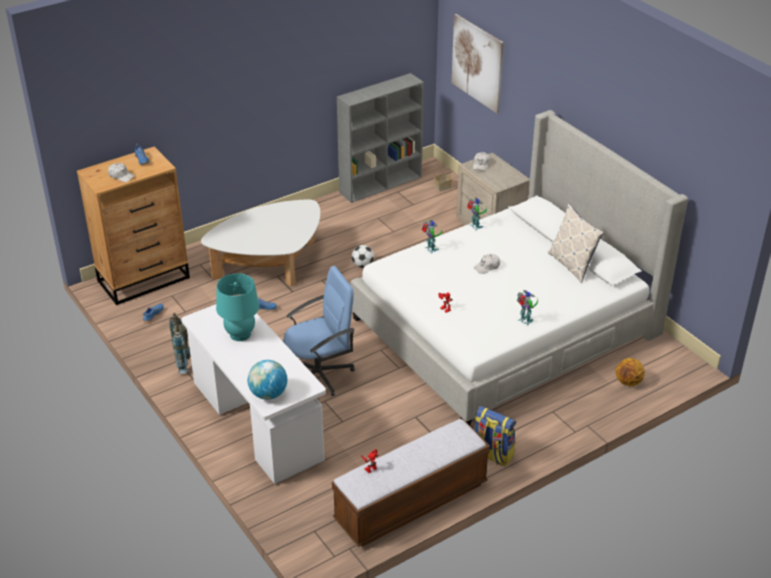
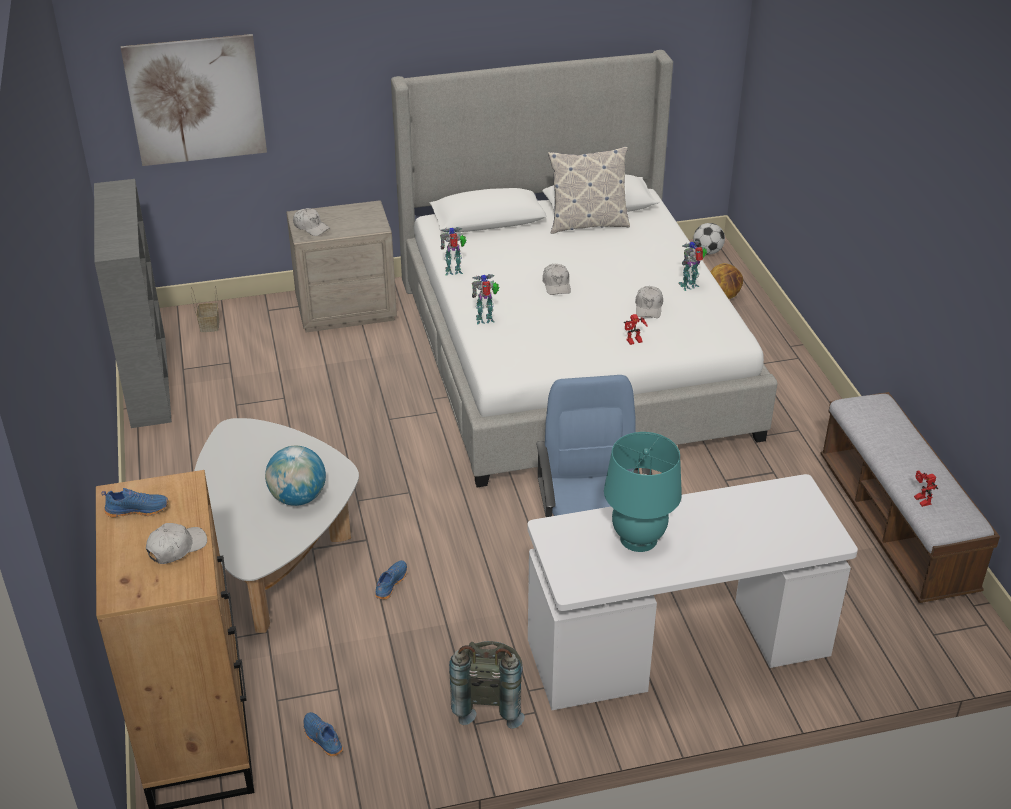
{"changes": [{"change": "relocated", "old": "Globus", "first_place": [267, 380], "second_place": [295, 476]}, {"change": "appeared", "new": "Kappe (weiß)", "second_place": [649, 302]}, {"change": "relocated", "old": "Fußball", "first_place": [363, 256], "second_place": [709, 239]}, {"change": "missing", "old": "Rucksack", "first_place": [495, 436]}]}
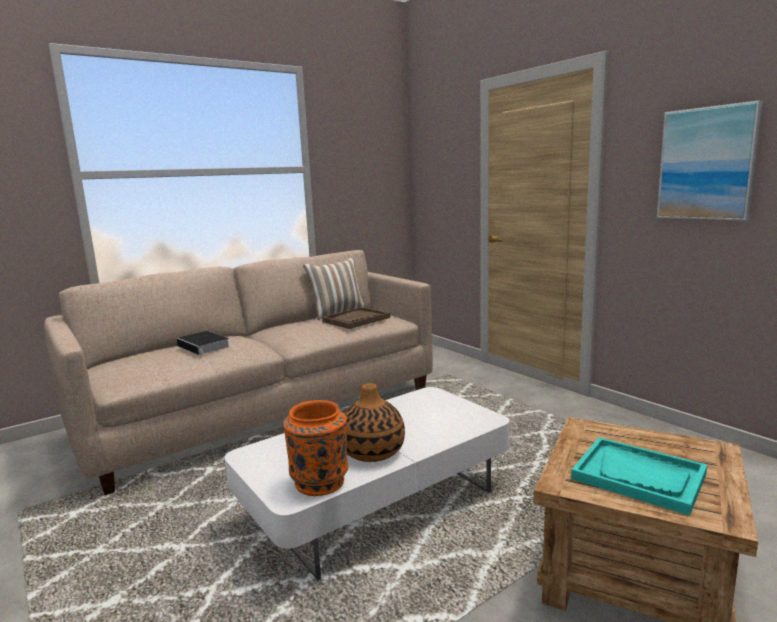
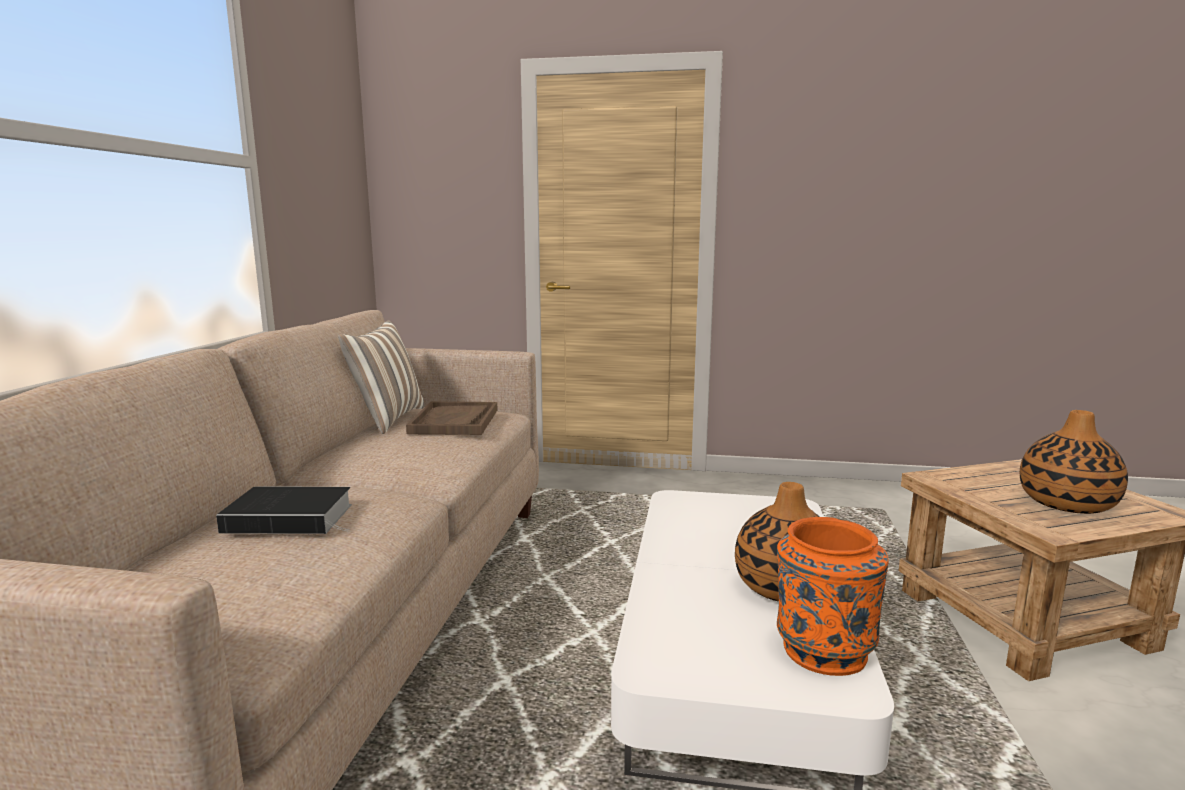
{"changes": [{"change": "exchanged", "old": "Tablett (türkis)", "new": "Vase", "first_place": [639, 476], "second_place": [1074, 462]}, {"change": "missing", "old": "Bild", "first_place": [710, 160]}]}
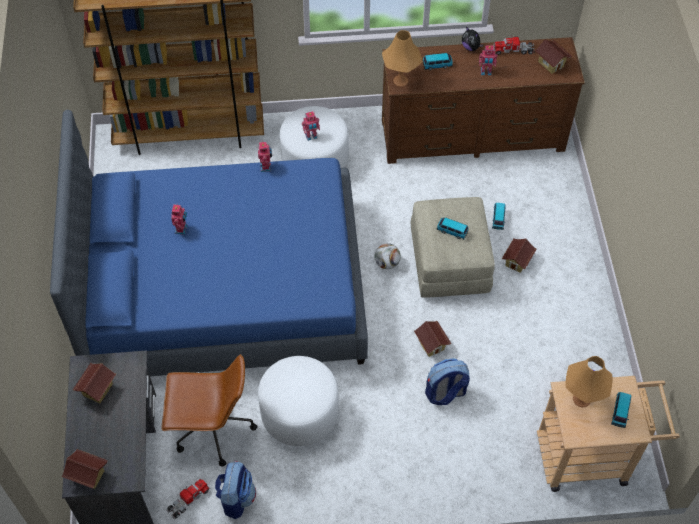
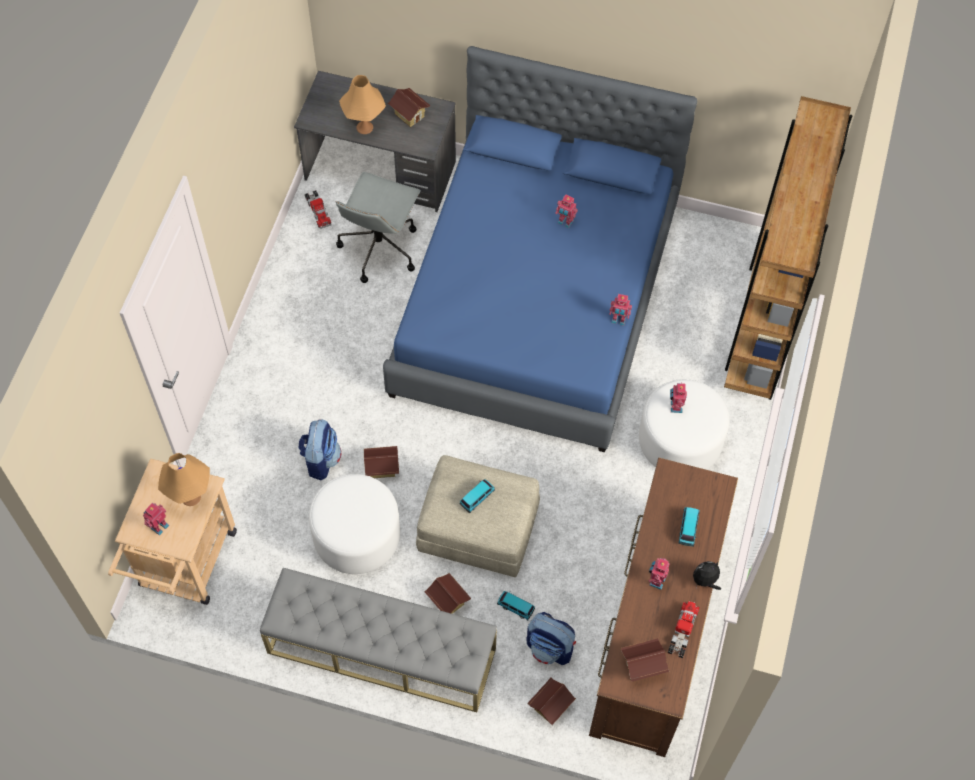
{"changes": [{"change": "exchanged", "old": "Spielzeugauto", "new": "Spielzeugroboter", "first_place": [621, 410], "second_place": [156, 519]}, {"change": "appeared", "new": "Bank (grau)", "second_place": [378, 640]}, {"change": "relocated", "old": "Polsterhocker (weiß)", "first_place": [298, 401], "second_place": [354, 524]}, {"change": "colour", "old": "Bürostuhl (braun)", "new": "Bürostuhl (grau)", "first_place": [209, 410], "second_place": [378, 227]}, {"change": "relocated", "old": "Tischlampe (orange)", "first_place": [402, 58], "second_place": [362, 104]}, {"change": "relocated", "old": "Rucksack", "first_place": [235, 490], "second_place": [551, 638]}, {"change": "relocated", "old": "Spielzeughaus", "first_place": [84, 469], "second_place": [551, 701]}, {"change": "missing", "old": "Fußball", "first_place": [388, 256]}]}
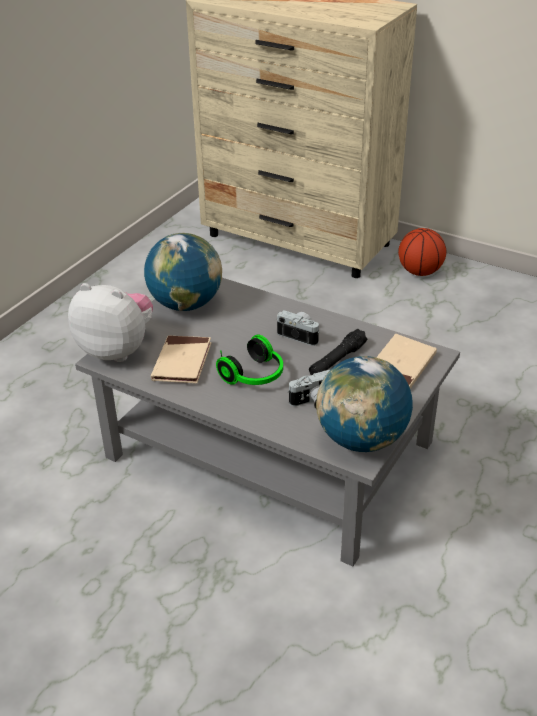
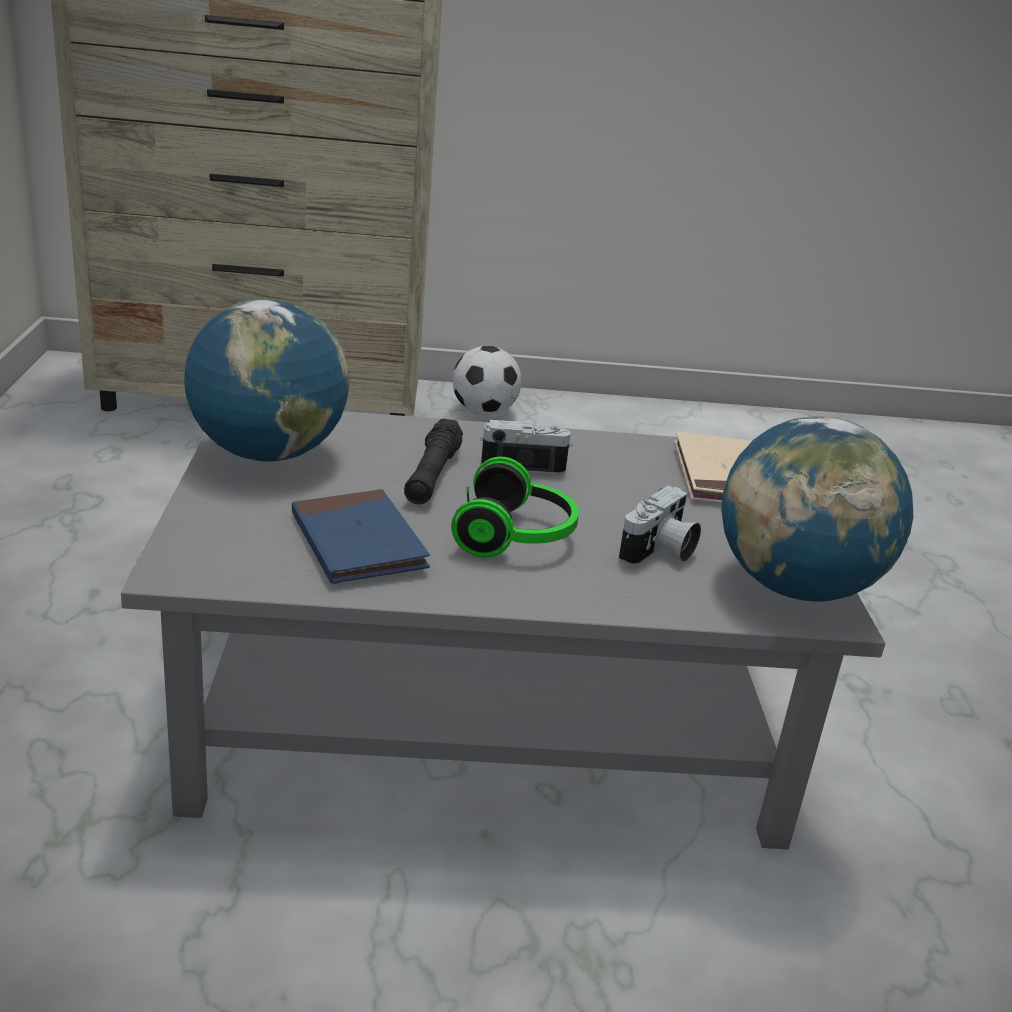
{"changes": [{"change": "colour", "old": "Buch (beige)", "new": "Buch (blau)", "first_place": [181, 359], "second_place": [361, 536]}, {"change": "relocated", "old": "Taschenlampe (schwarz)", "first_place": [338, 352], "second_place": [433, 461]}, {"change": "exchanged", "old": "Basketball", "new": "Fußball", "first_place": [422, 252], "second_place": [487, 380]}, {"change": "missing", "old": "Plüschtier", "first_place": [110, 322]}]}
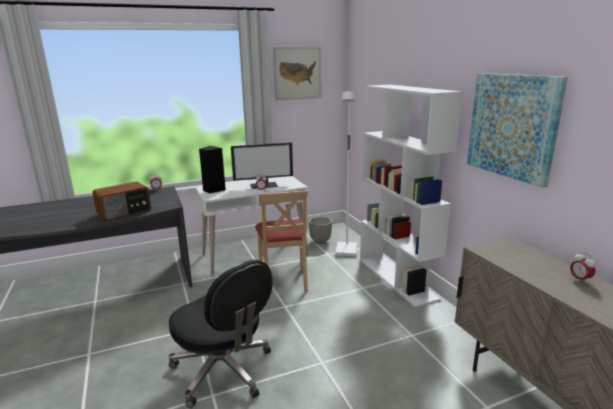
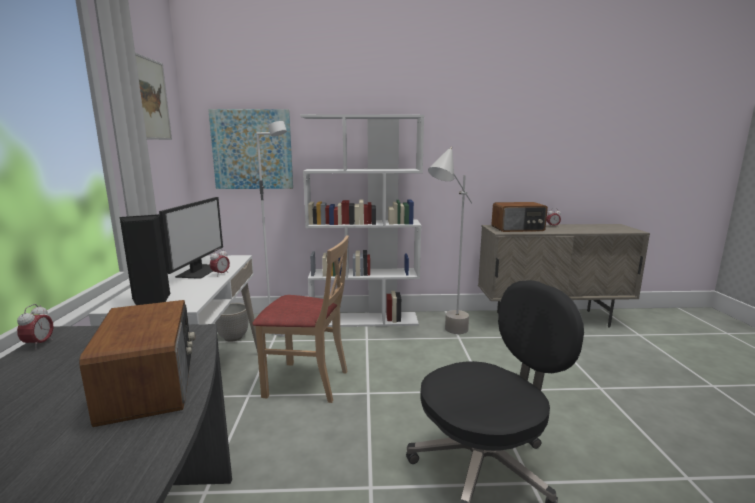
{"changes": [{"change": "relocated", "old": "Bild", "first_place": [517, 130], "second_place": [250, 149]}, {"change": "appeared", "new": "Stehlampe (grau)", "second_place": [450, 240]}, {"change": "appeared", "new": "Radio", "second_place": [519, 217]}]}
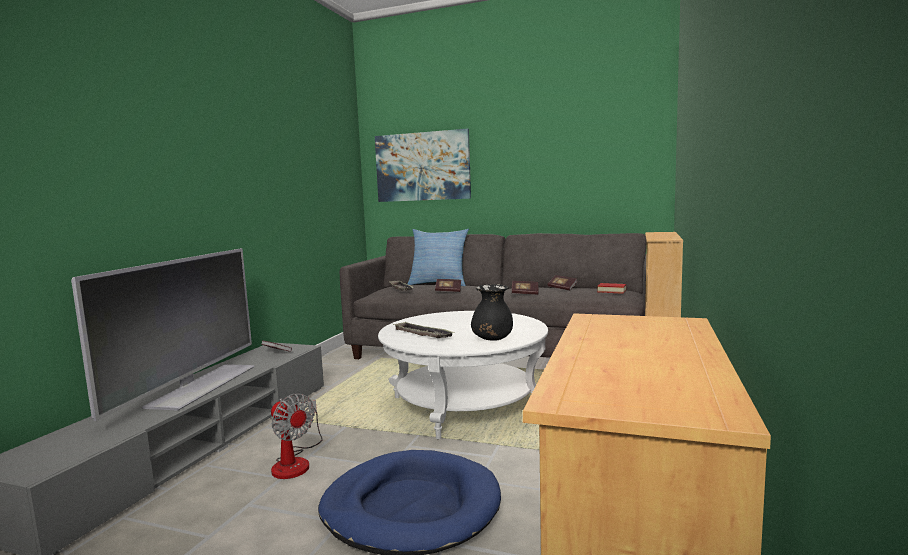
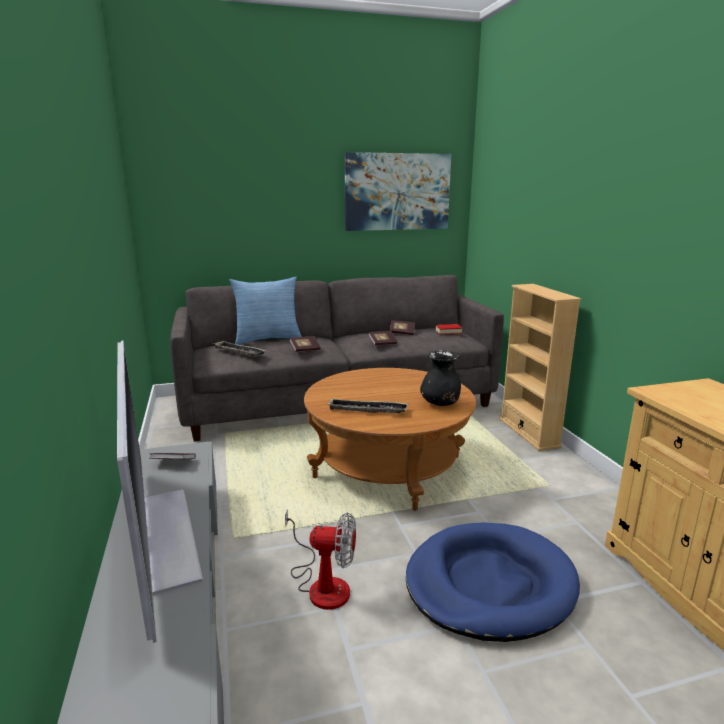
{"changes": [{"change": "colour", "old": "Couchtisch (weiß)", "new": "Couchtisch (braun)", "first_place": [463, 375], "second_place": [390, 439]}, {"change": "relocated", "old": "Bild", "first_place": [423, 165], "second_place": [398, 191]}]}
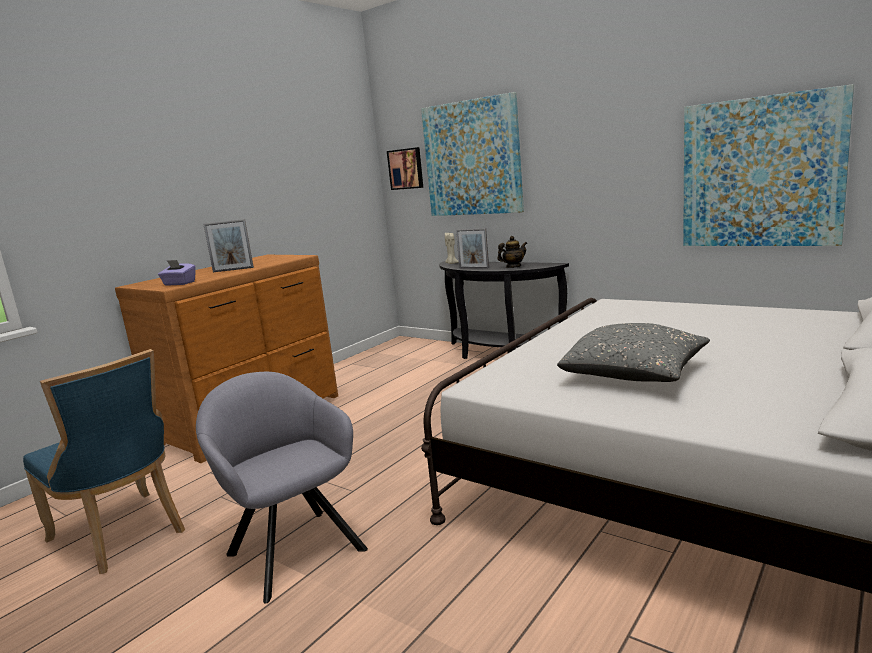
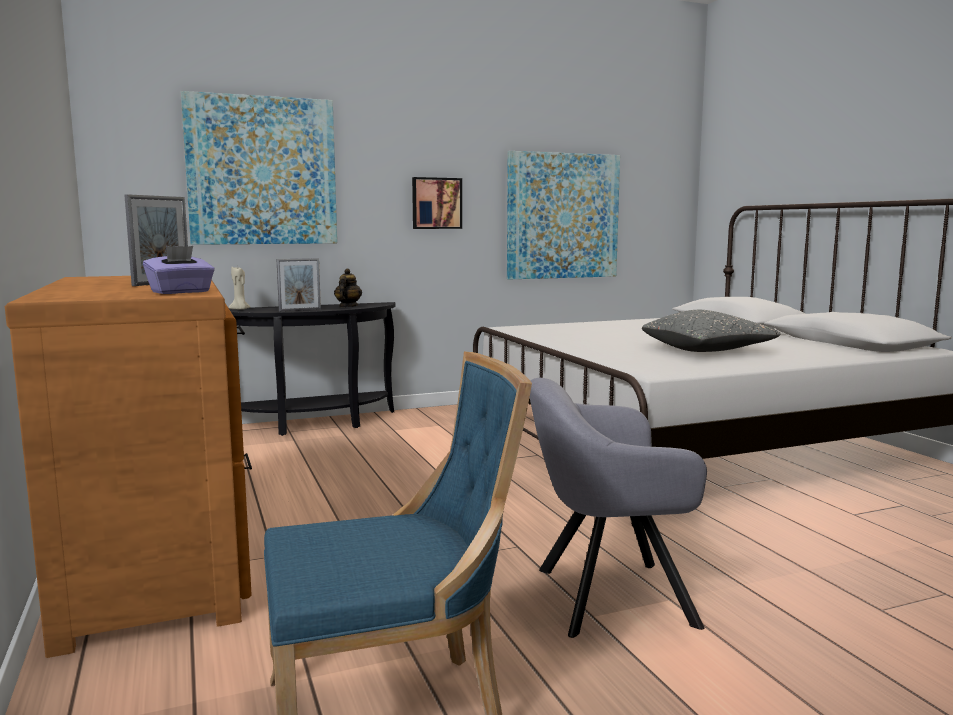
{"changes": [{"change": "relocated", "old": "Bild", "first_place": [405, 168], "second_place": [437, 203]}]}
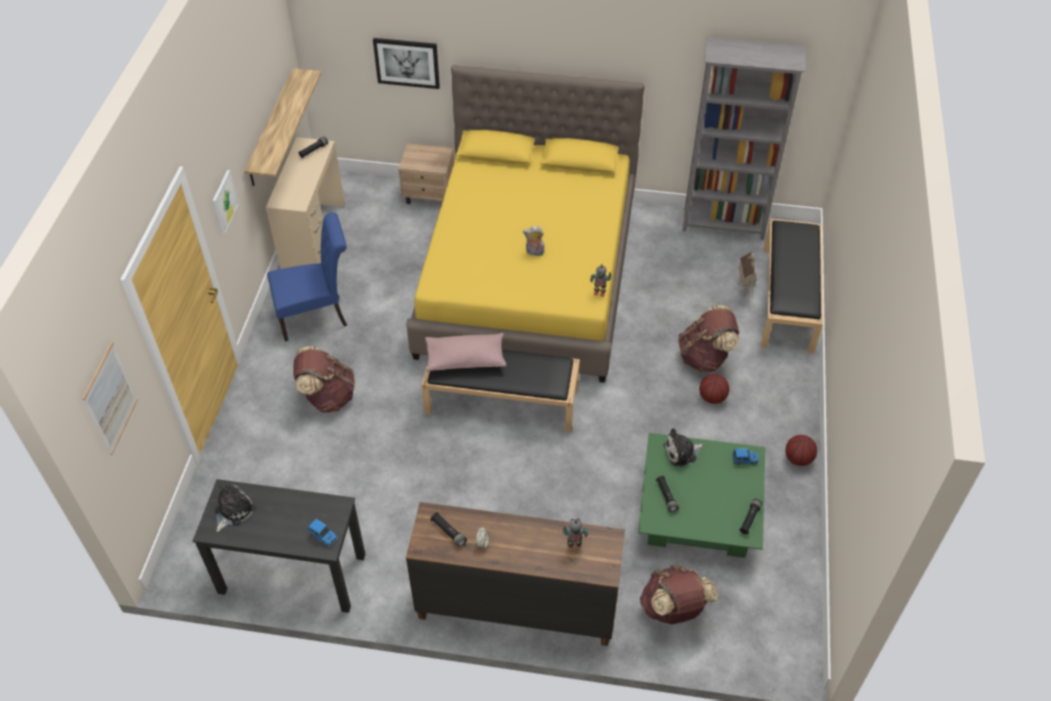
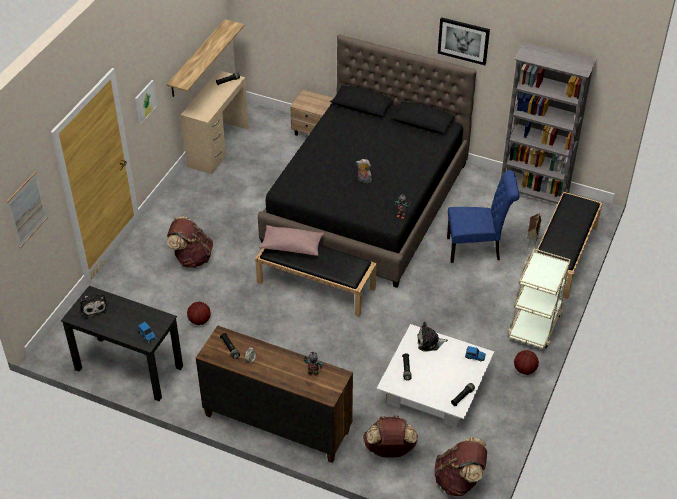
{"changes": [{"change": "spun", "old": "Plüschtier", "first_place": [235, 508], "second_place": [93, 306], "degrees": 105}, {"change": "relocated", "old": "Basketball", "first_place": [714, 389], "second_place": [199, 313]}, {"change": "colour", "old": "Bett (gelb)", "new": "Bett (schwarz)", "first_place": [525, 223], "second_place": [367, 161]}, {"change": "colour", "old": "Couchtisch (grün)", "new": "Couchtisch (weiß)", "first_place": [701, 495], "second_place": [435, 376]}, {"change": "relocated", "old": "Rucksack (braun)", "first_place": [708, 338], "second_place": [460, 466]}, {"change": "relocated", "old": "Bild", "first_place": [406, 63], "second_place": [464, 41]}, {"change": "relocated", "old": "Stuhl (blau)", "first_place": [307, 277], "second_place": [483, 216]}, {"change": "appeared", "new": "Rollwagen (beige)", "second_place": [539, 299]}]}
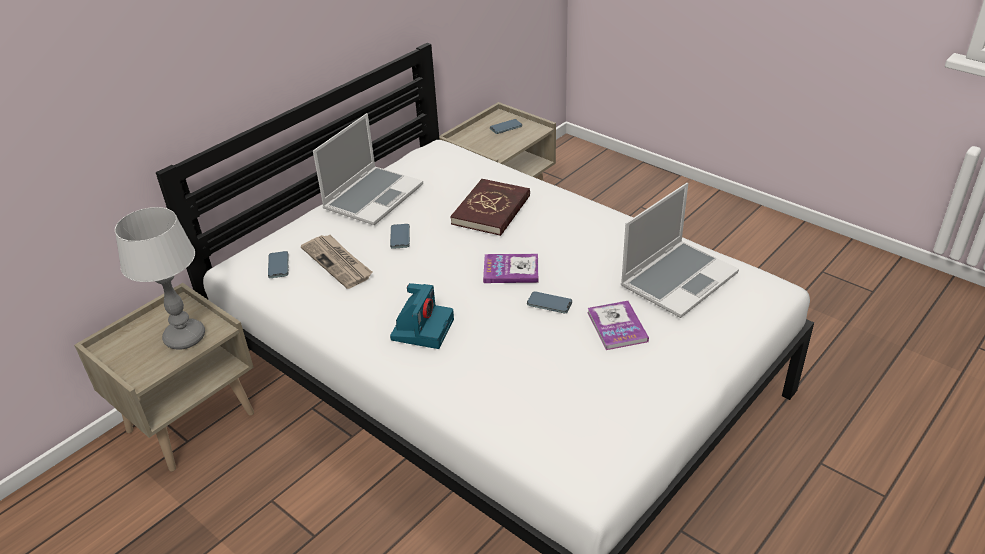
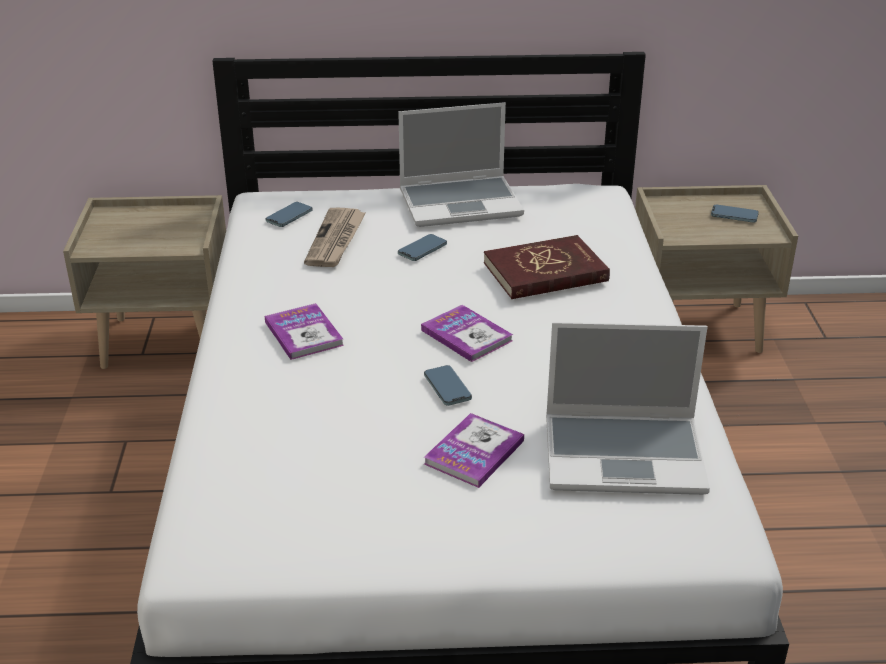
{"changes": [{"change": "exchanged", "old": "Kamera", "new": "Buch", "first_place": [422, 316], "second_place": [304, 331]}, {"change": "missing", "old": "Tischlampe", "first_place": [160, 278]}]}
